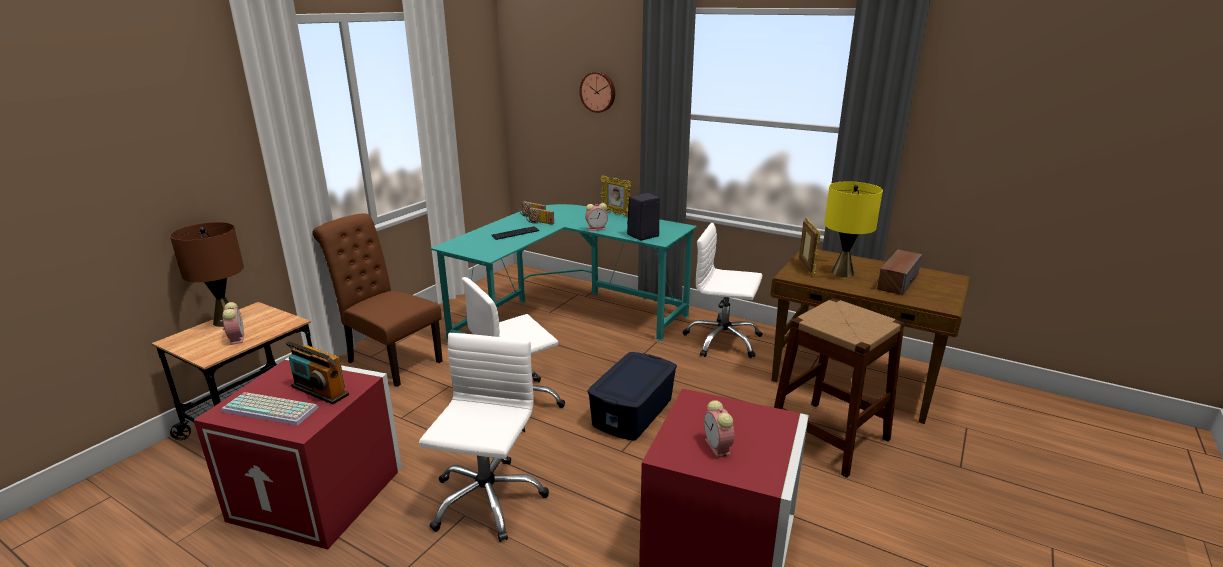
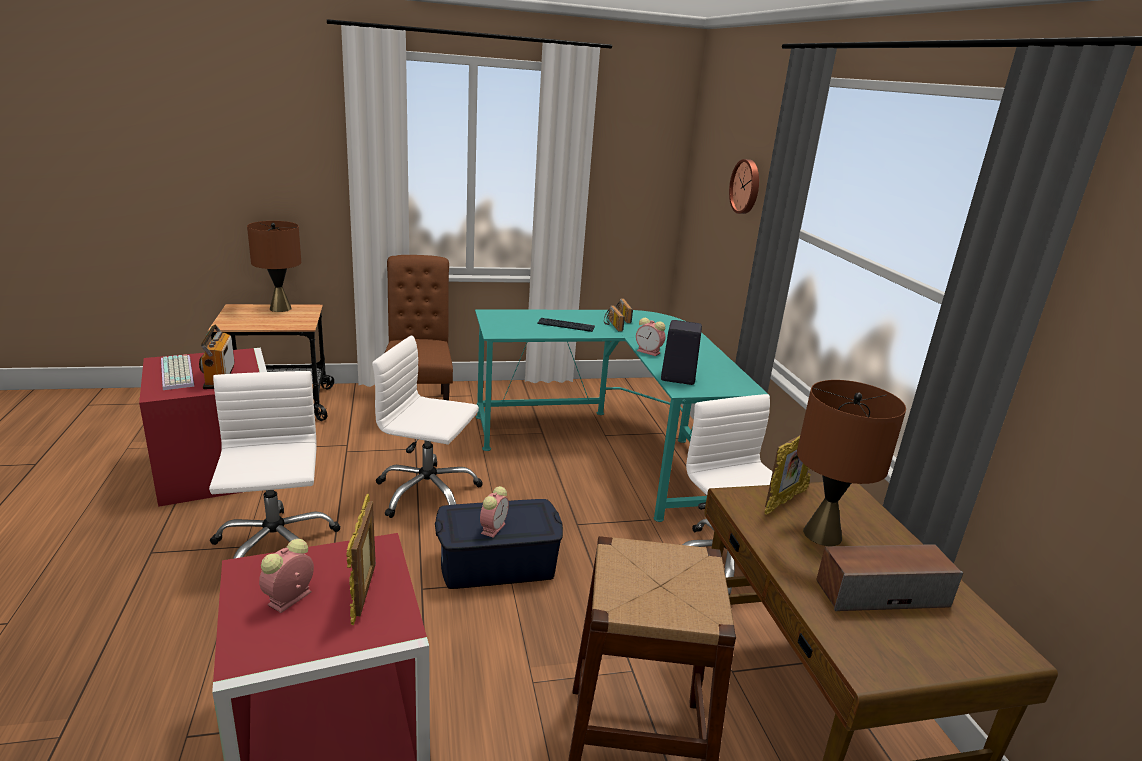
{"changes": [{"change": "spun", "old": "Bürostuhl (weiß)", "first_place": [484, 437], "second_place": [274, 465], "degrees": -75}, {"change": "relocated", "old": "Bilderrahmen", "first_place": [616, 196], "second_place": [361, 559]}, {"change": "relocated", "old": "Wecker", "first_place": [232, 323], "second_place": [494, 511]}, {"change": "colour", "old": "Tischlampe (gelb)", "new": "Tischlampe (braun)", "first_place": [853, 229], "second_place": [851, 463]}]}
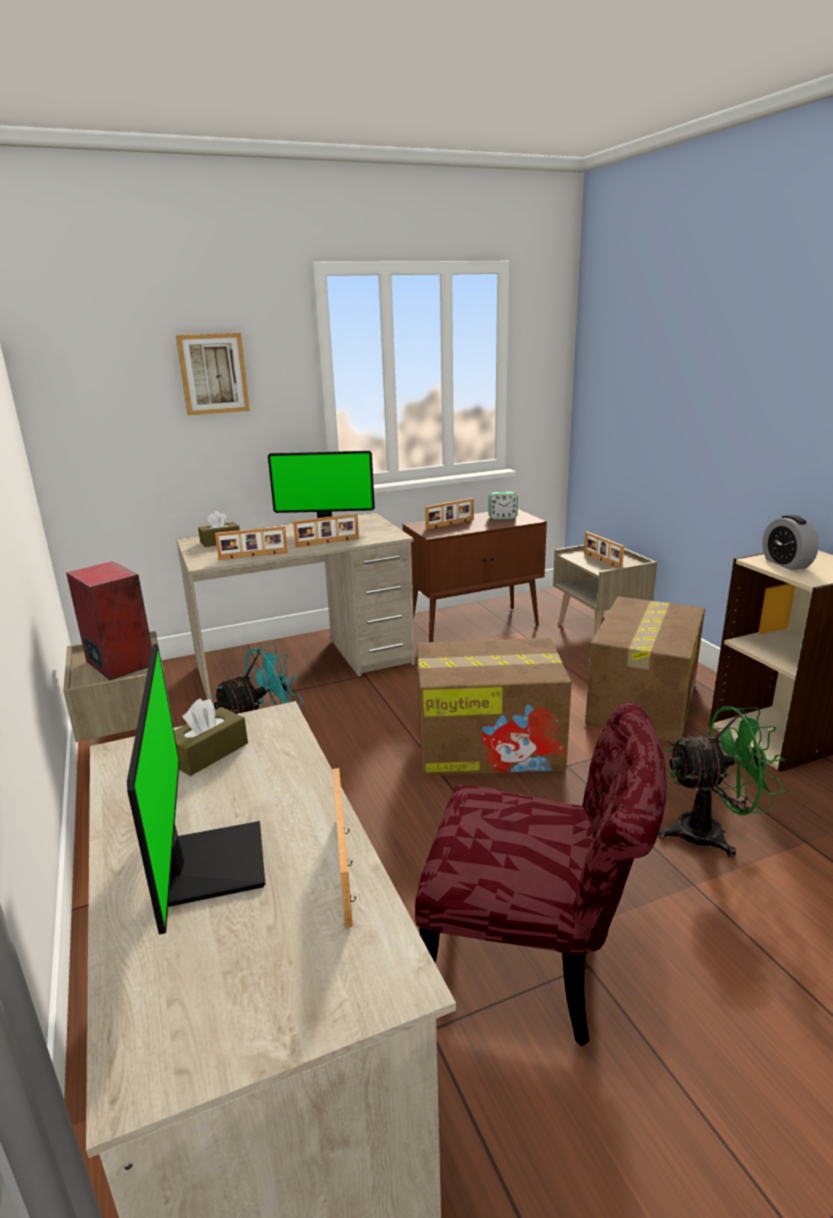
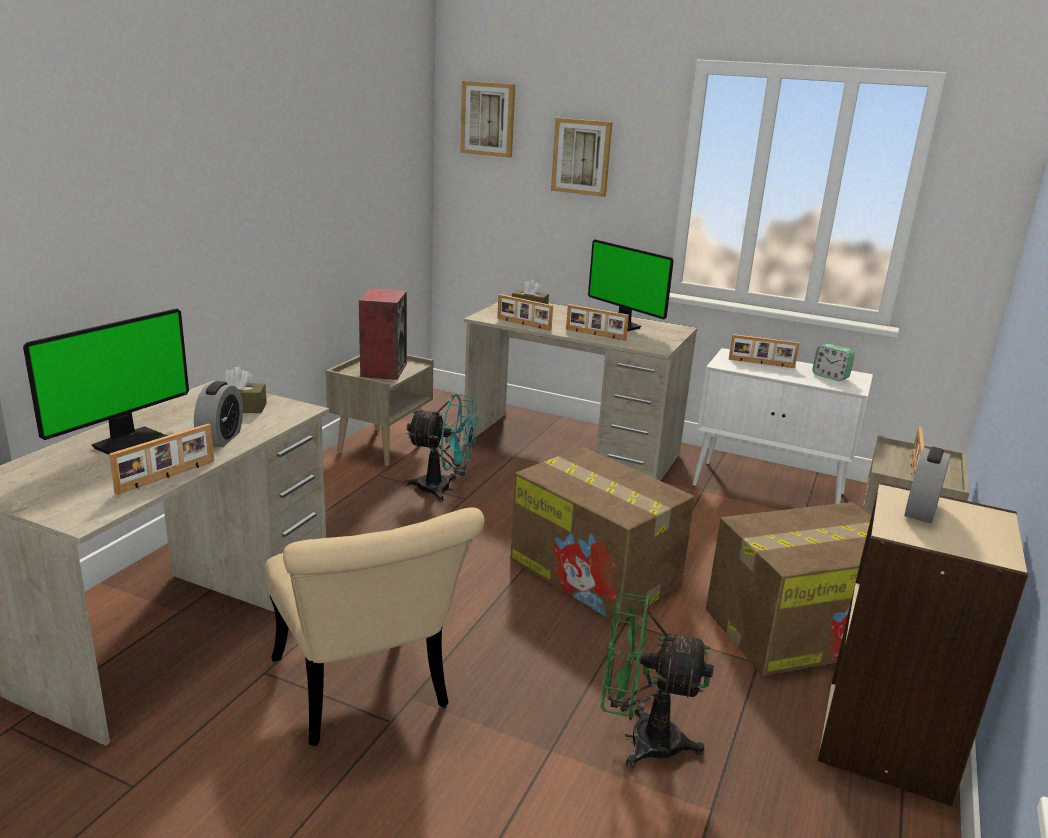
{"changes": [{"change": "appeared", "new": "Wecker", "second_place": [218, 414]}, {"change": "colour", "old": "Stuhl (rot)", "new": "Stuhl (beige)", "first_place": [540, 874], "second_place": [374, 626]}, {"change": "appeared", "new": "Bild", "second_place": [487, 119]}, {"change": "spun", "old": "Ventilator (grün)", "first_place": [721, 782], "second_place": [657, 680], "degrees": 150}, {"change": "colour", "old": "Schrank (braun)", "new": "Schrank (weiß)", "first_place": [475, 575], "second_place": [782, 426]}]}
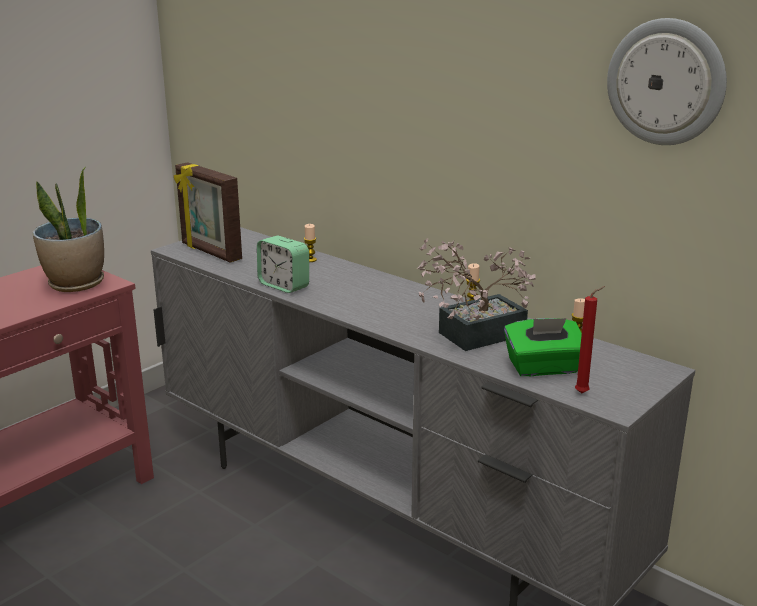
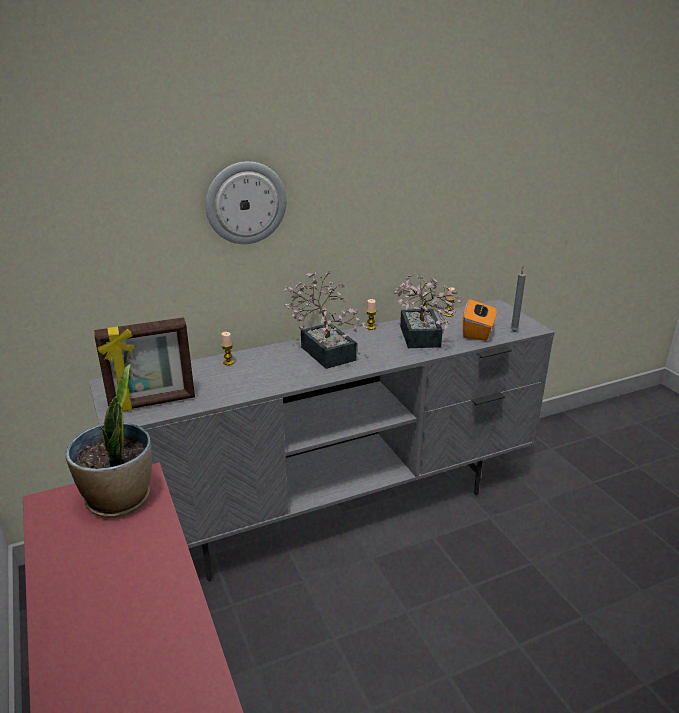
{"changes": [{"change": "relocated", "old": "Wanduhr", "first_place": [667, 81], "second_place": [246, 202]}, {"change": "appeared", "new": "Topfpflanze", "second_place": [325, 320]}, {"change": "colour", "old": "Taschentuchbox (grün)", "new": "Taschentuchbox (orange)", "first_place": [543, 347], "second_place": [480, 320]}, {"change": "colour", "old": "Kerze (rot)", "new": "Kerze (grau)", "first_place": [589, 340], "second_place": [518, 298]}, {"change": "missing", "old": "Wecker", "first_place": [283, 264]}]}
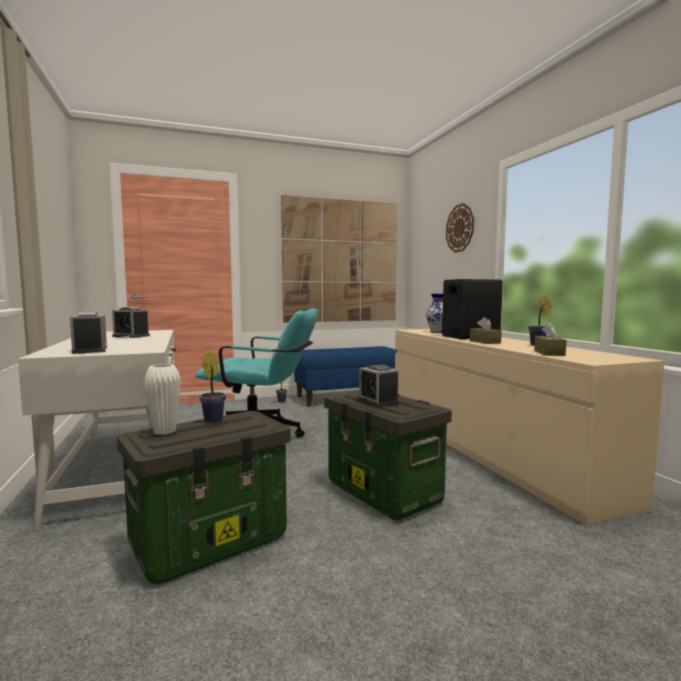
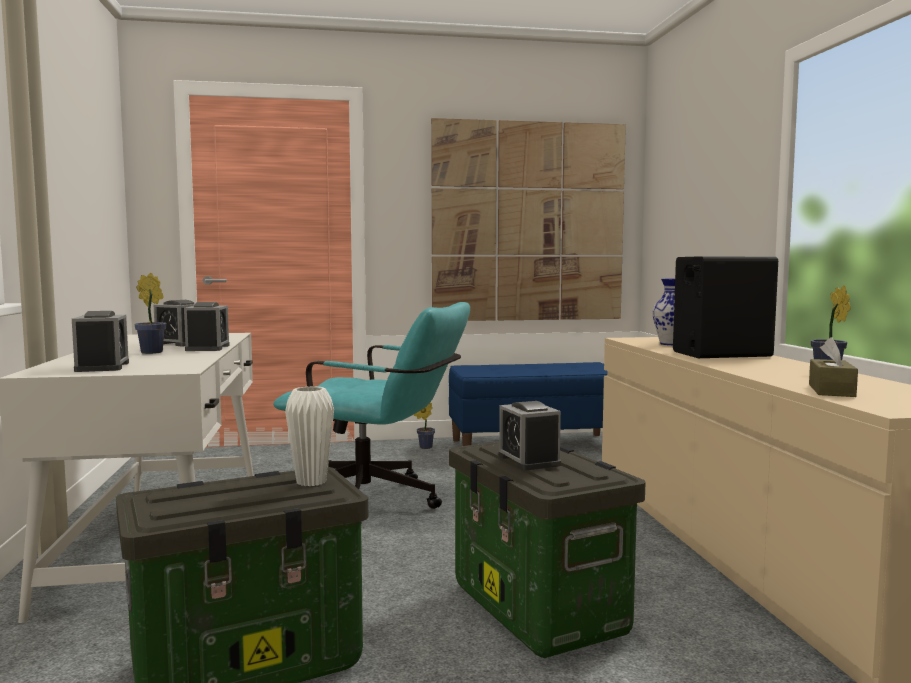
{"changes": [{"change": "relocated", "old": "Topfpflanze", "first_place": [212, 386], "second_place": [151, 313]}, {"change": "appeared", "new": "Wecker", "second_place": [207, 326]}, {"change": "relocated", "old": "Vase (weiß)", "first_place": [162, 399], "second_place": [309, 436]}, {"change": "missing", "old": "Wanduhr", "first_place": [460, 227]}, {"change": "missing", "old": "Taschentuchbox (braun)", "first_place": [486, 330]}]}
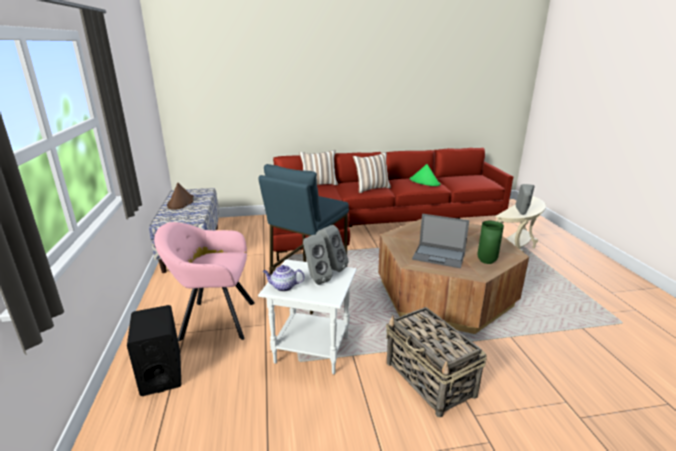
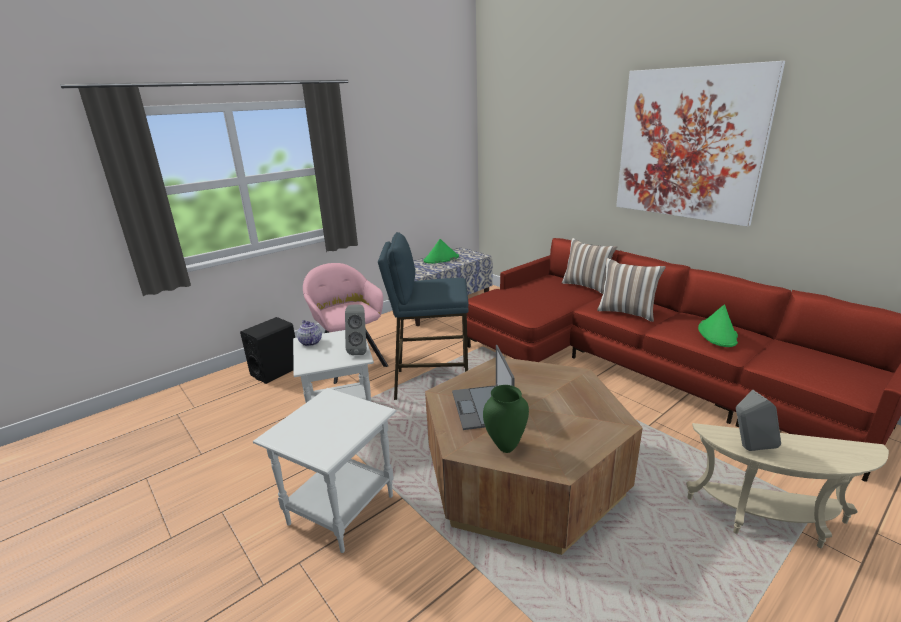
{"changes": [{"change": "exchanged", "old": "Korb", "new": "Beistelltisch (weiß)", "first_place": [436, 362], "second_place": [324, 470]}, {"change": "colour", "old": "Hut (braun)", "new": "Hut (grün)", "first_place": [180, 196], "second_place": [441, 251]}, {"change": "appeared", "new": "Bild", "second_place": [700, 144]}, {"change": "missing", "old": "Lautsprecher (grau)", "first_place": [317, 259]}]}
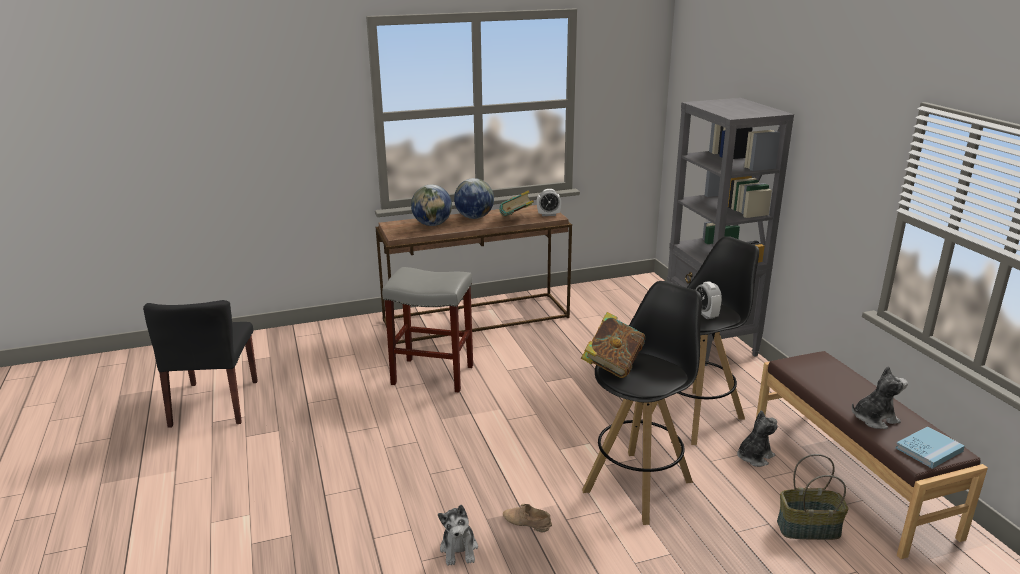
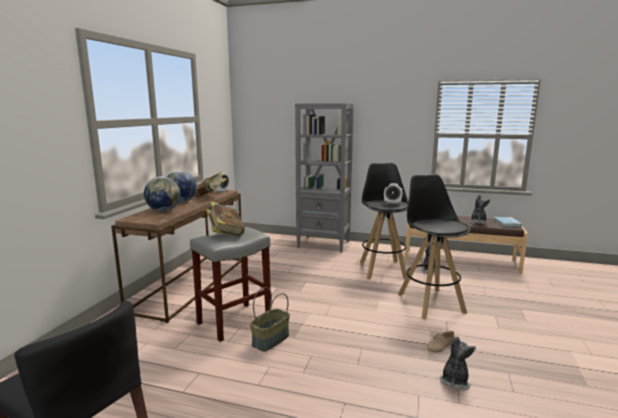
{"changes": [{"change": "relocated", "old": "Buch", "first_place": [613, 345], "second_place": [225, 218]}, {"change": "relocated", "old": "Korb", "first_place": [812, 497], "second_place": [270, 319]}, {"change": "spun", "old": "Plüschtier", "first_place": [458, 535], "second_place": [458, 363], "degrees": -90}]}
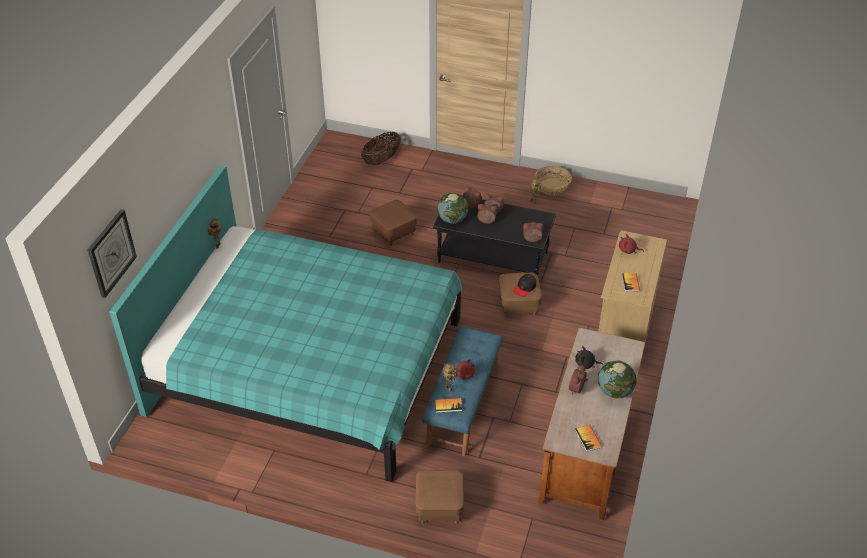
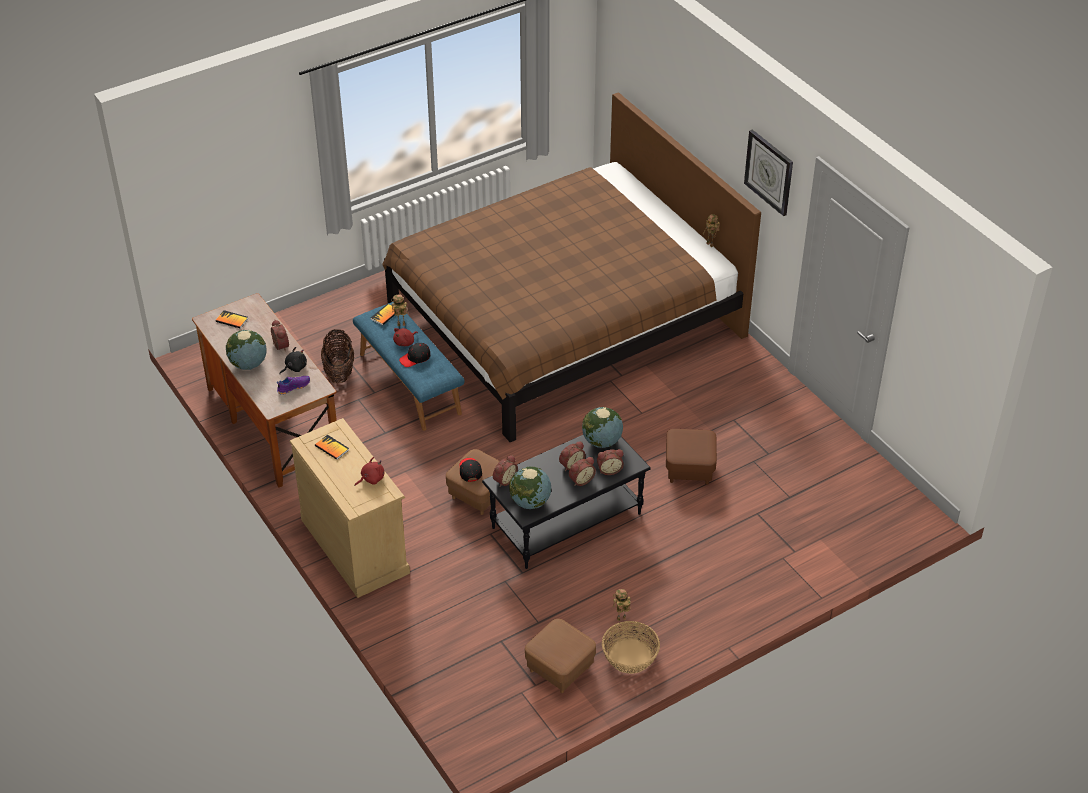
{"changes": [{"change": "appeared", "new": "Schuh (lila)", "second_place": [293, 385]}, {"change": "relocated", "old": "Korb", "first_place": [381, 148], "second_place": [337, 356]}, {"change": "colour", "old": "Bett (türkis)", "new": "Bett (braun)", "first_place": [285, 324], "second_place": [571, 267]}, {"change": "appeared", "new": "Kappe (schwarz)", "second_place": [414, 355]}, {"change": "appeared", "new": "Globus", "second_place": [530, 487]}, {"change": "relocated", "old": "Polsterhocker (braun)", "first_place": [440, 497], "second_place": [560, 656]}, {"change": "relocated", "old": "Wanduhr", "first_place": [112, 253], "second_place": [768, 172]}]}
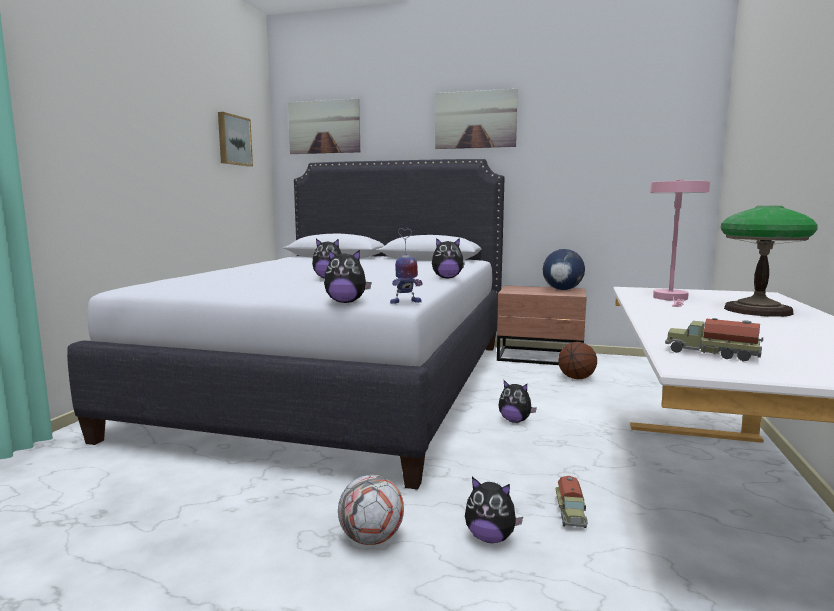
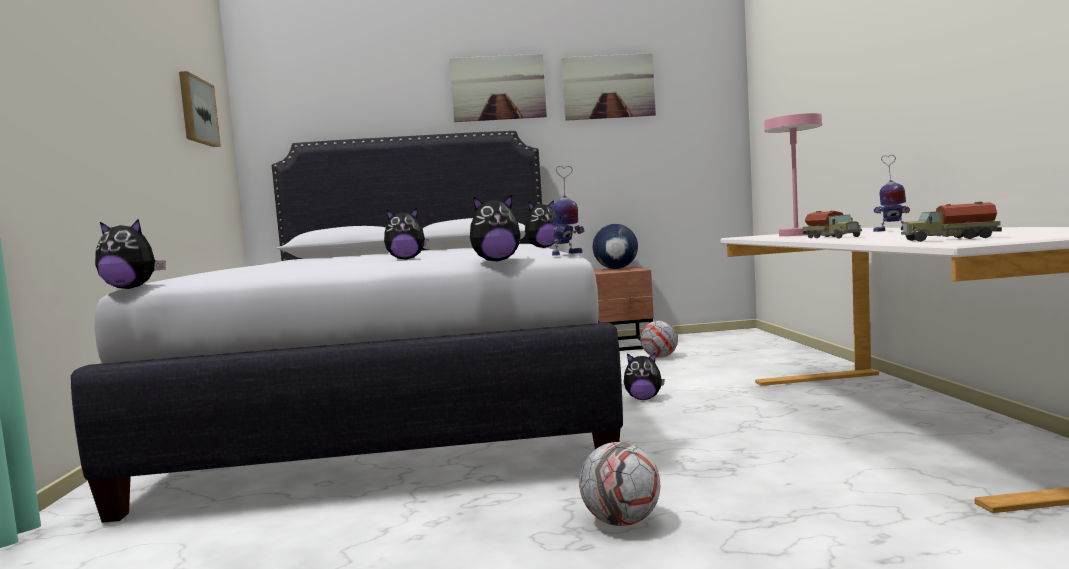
{"changes": [{"change": "relocated", "old": "Plüschtier", "first_place": [494, 510], "second_place": [130, 254]}, {"change": "relocated", "old": "Bild", "first_place": [324, 126], "second_place": [608, 87]}, {"change": "exchanged", "old": "Basketball", "new": "Fußball", "first_place": [577, 360], "second_place": [659, 339]}, {"change": "relocated", "old": "Spielzeuglaster", "first_place": [572, 502], "second_place": [832, 225]}, {"change": "exchanged", "old": "Tischlampe", "new": "Spielzeugroboter", "first_place": [769, 261], "second_place": [891, 193]}]}
